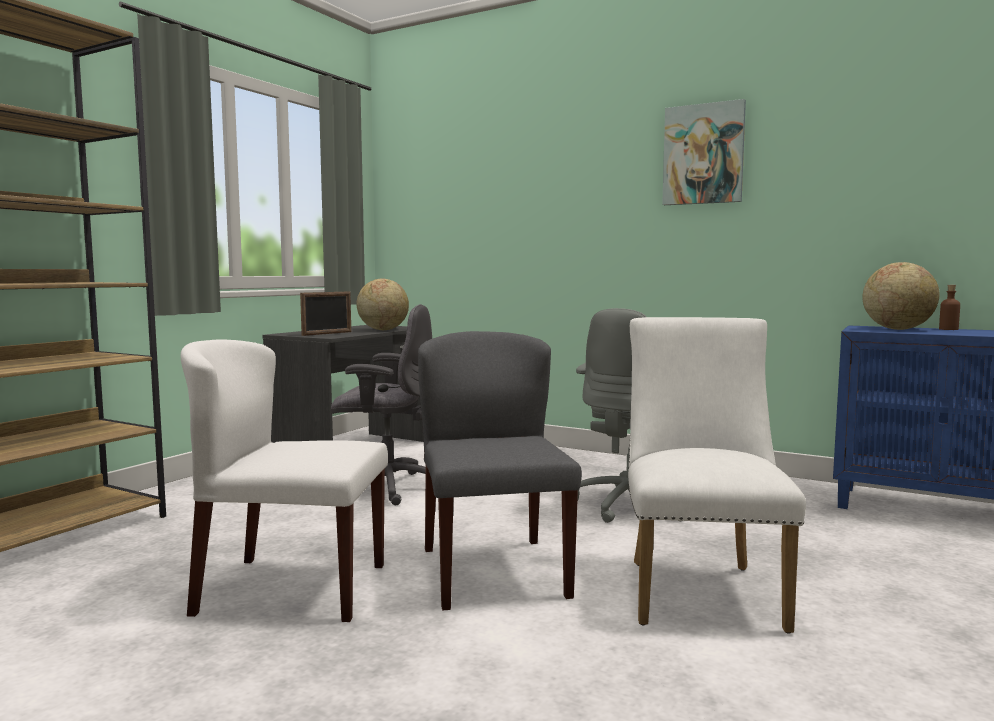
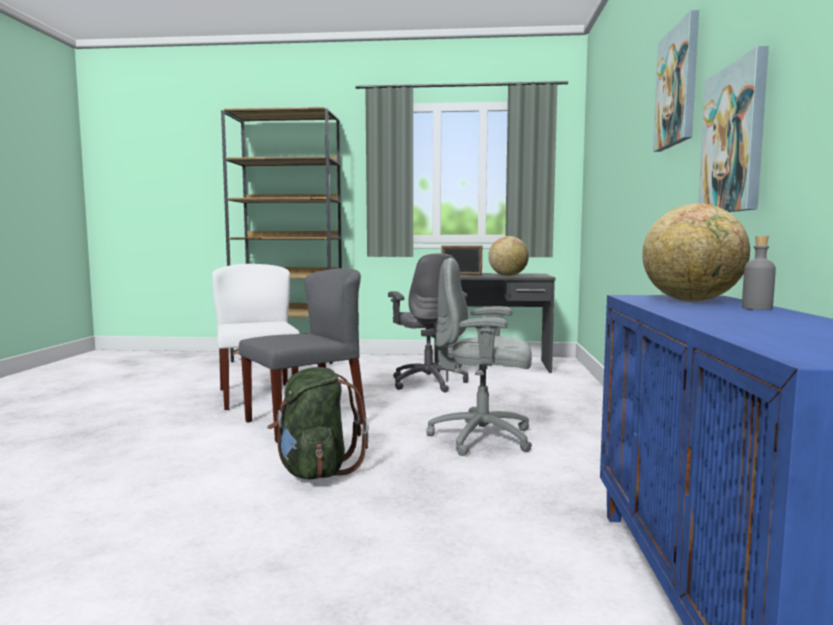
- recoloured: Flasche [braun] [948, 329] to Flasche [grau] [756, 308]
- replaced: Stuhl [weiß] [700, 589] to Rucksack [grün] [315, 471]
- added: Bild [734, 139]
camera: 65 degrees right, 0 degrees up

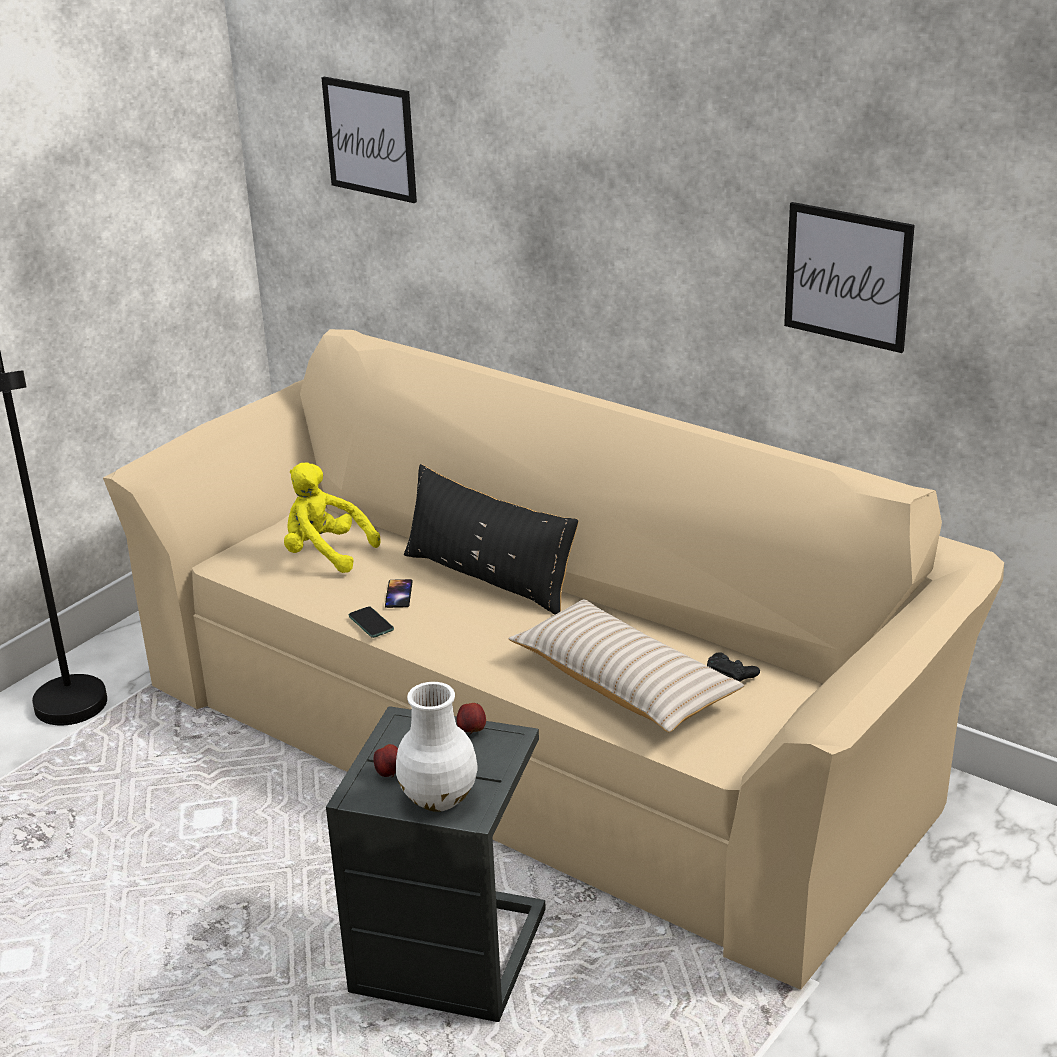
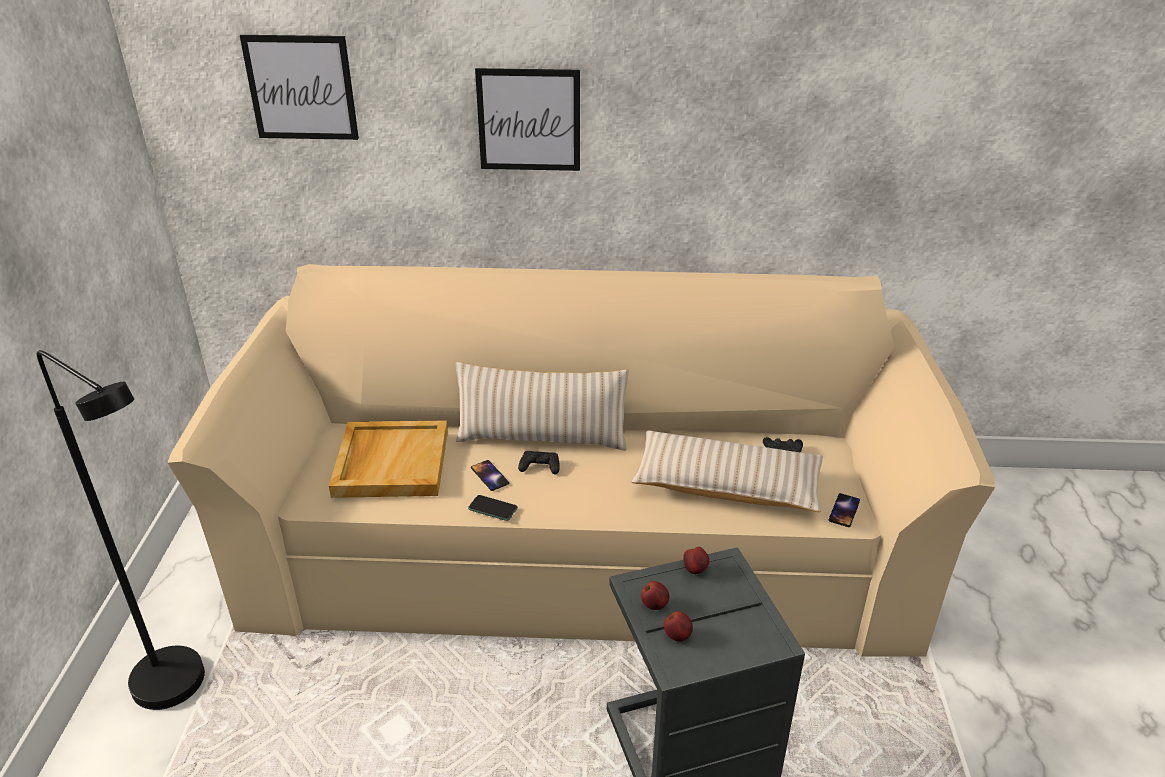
- moved: Bild [847, 276] to [529, 120]
- replaced: Plüschtier [gelb] [325, 553] to Tablett [beige] [391, 462]
- recoloured: Kissen [schwarz] [488, 578] to Kissen [beige] [542, 438]
- removed: Vase [weiß] [438, 798]
- added: Gamepad [schwarz] [540, 466]
- added: Handy [844, 510]
- added: Apfel [654, 605]
camera: 35 degrees left, 5 degrees up

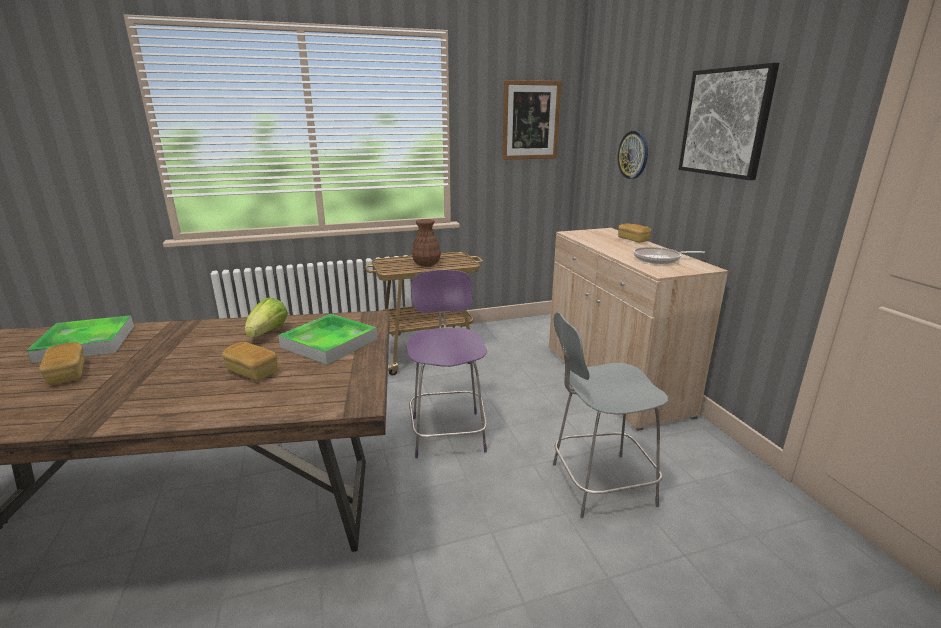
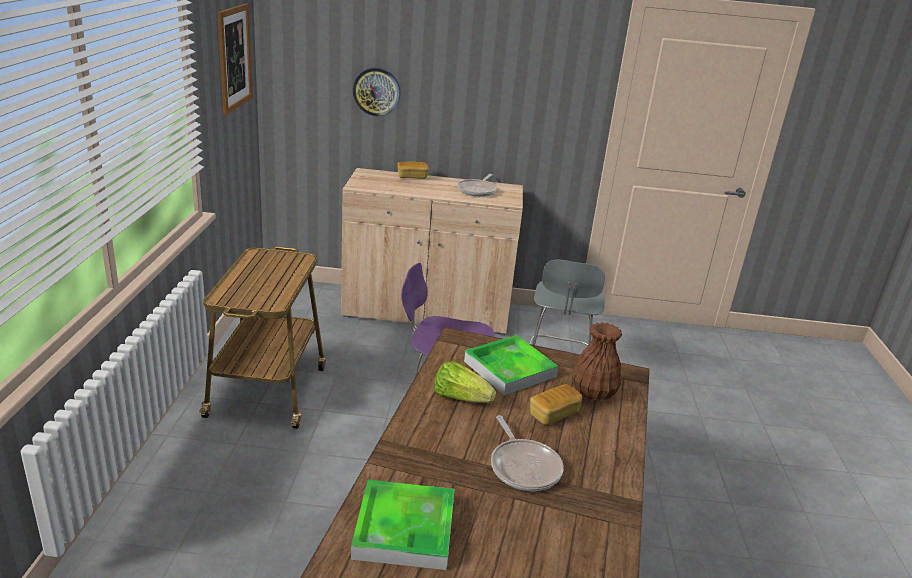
- removed: Bild [725, 122]
- moved: Vase [braun] [426, 264] to [593, 393]
- removed: Brot [67, 374]
- added: Pfanne [524, 466]
camera: 70 degrees left, 5 degrees up

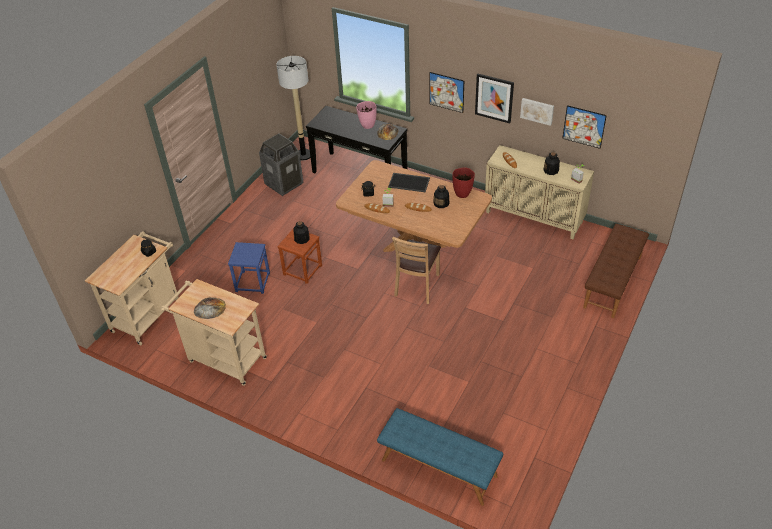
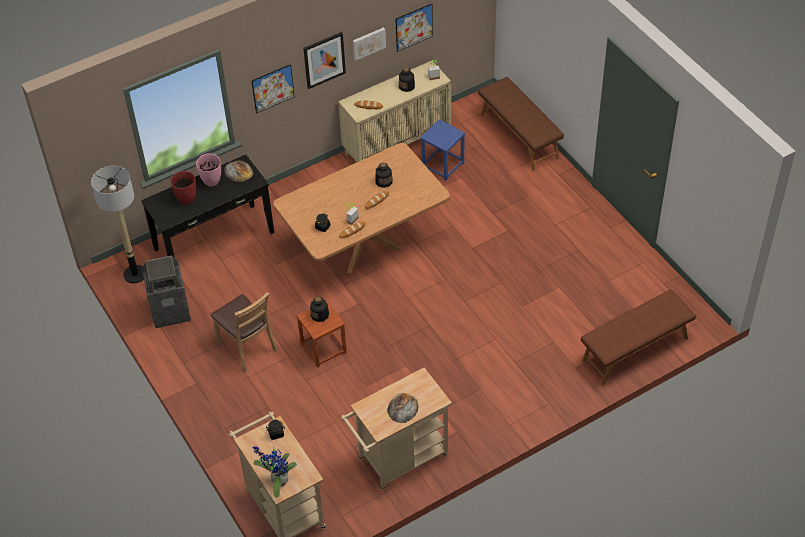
- moved: Vase [rot] [462, 193] to [186, 199]
- removed: Tablett [409, 182]
- moved: Stuhl [braun] [417, 286] to [247, 347]
- moved: Hocker [blau] [252, 282] to [442, 165]
- recoloured: Bank [blau] [438, 468] to Bank [braun] [635, 350]
- added: Topfpflanze [277, 480]
camera: 60 degrees left, 5 degrees up

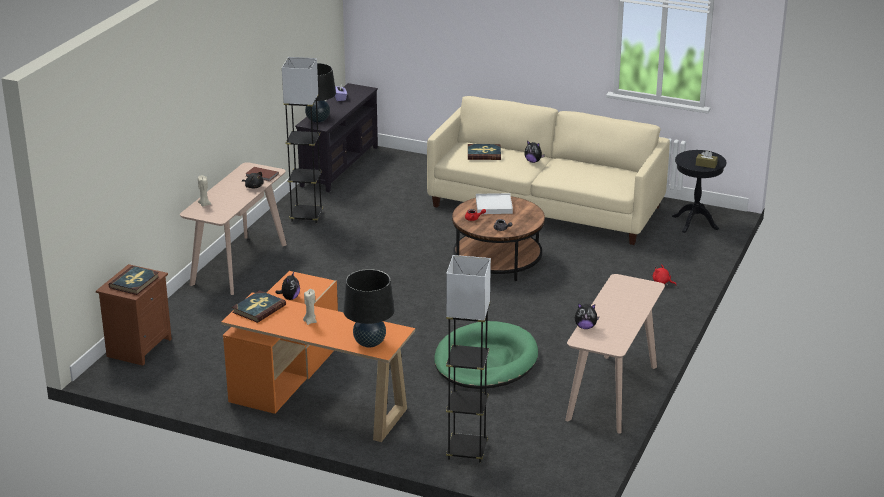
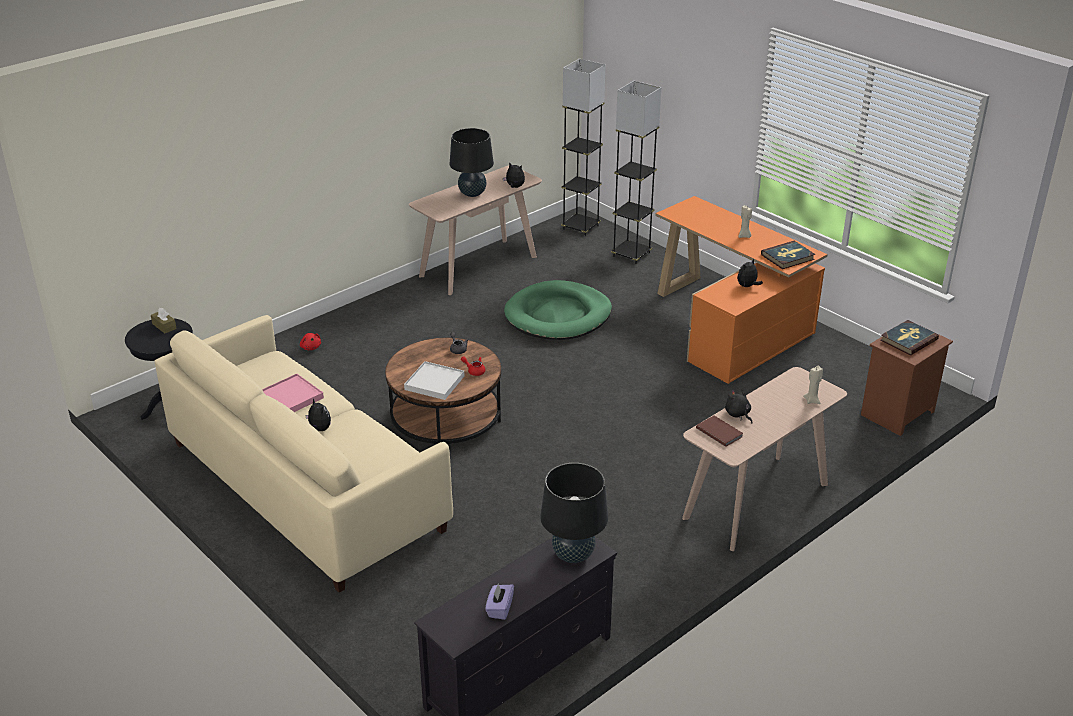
- moved: Stehlampe [grau] [306, 217] to [580, 227]
- removed: Buch [484, 154]
- moved: Tischlampe [schwarz] [369, 343] to [472, 194]
- added: Tablett [rosa] [291, 397]
camera: 155 degrees left, 5 degrees up

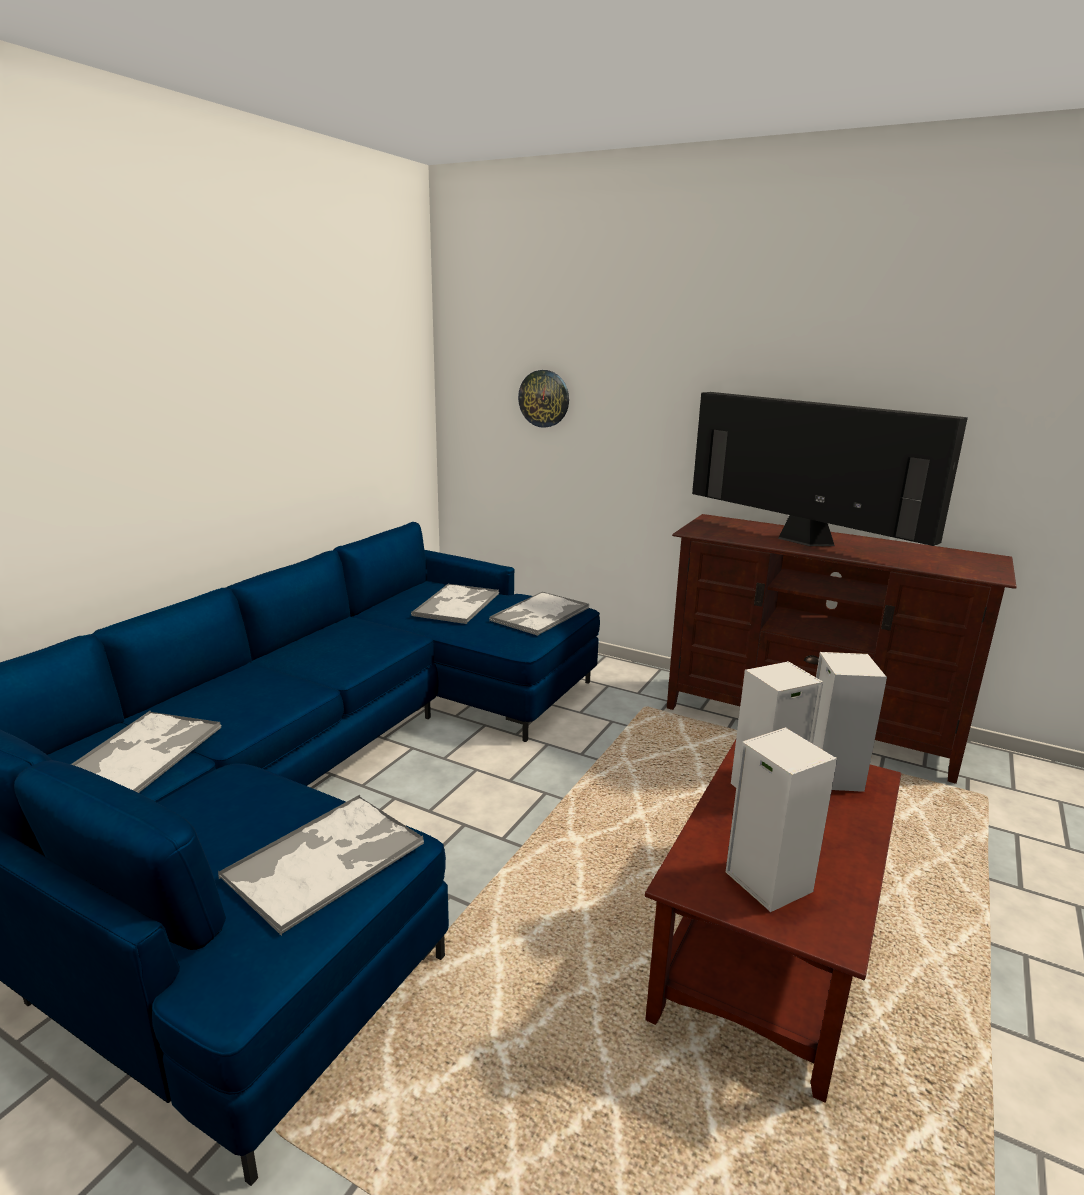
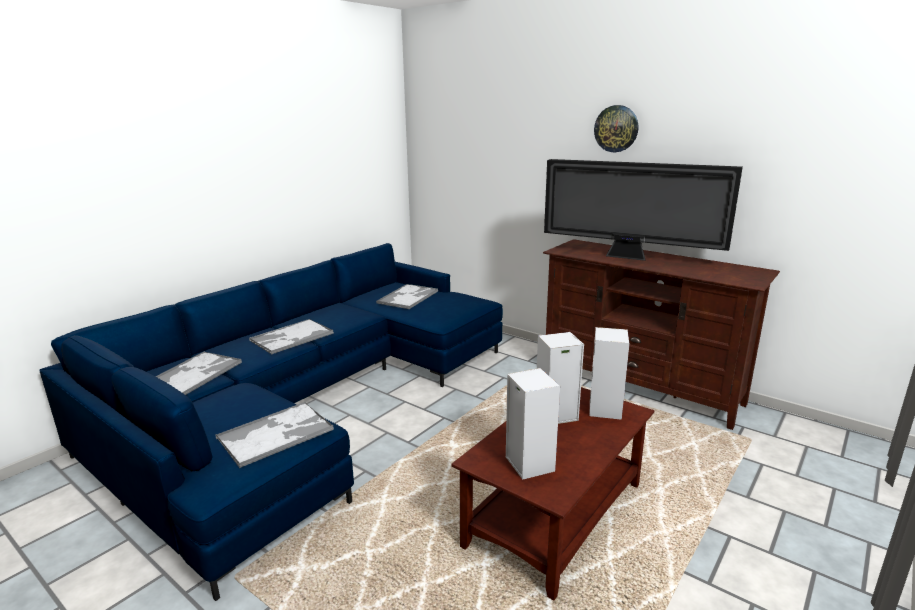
- moved: Wanduhr [544, 398] to [616, 128]
- turned: Fernseher [800, 540] = [629, 257] 150 degrees clockwise
- moved: Tablett [539, 615] to [291, 337]
camera: 10 degrees right, 0 degrees up

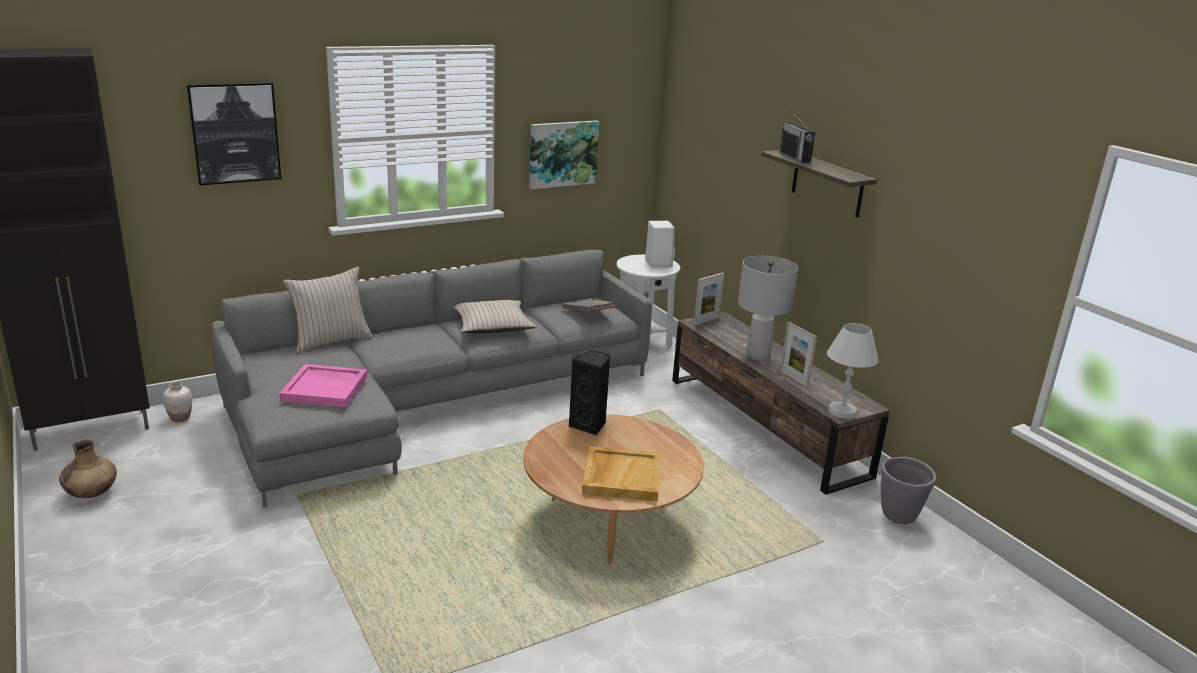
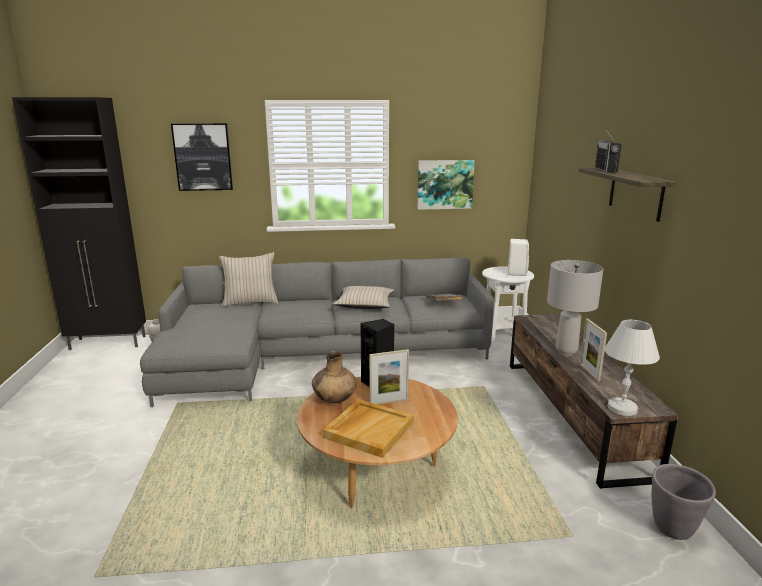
- moved: Bilderrahmen [706, 321] to [389, 402]
- removed: Tablett [rosa] [325, 388]
- moved: Vase [braun] [91, 493] to [334, 399]
camera: 25 degrees right, 5 degrees down

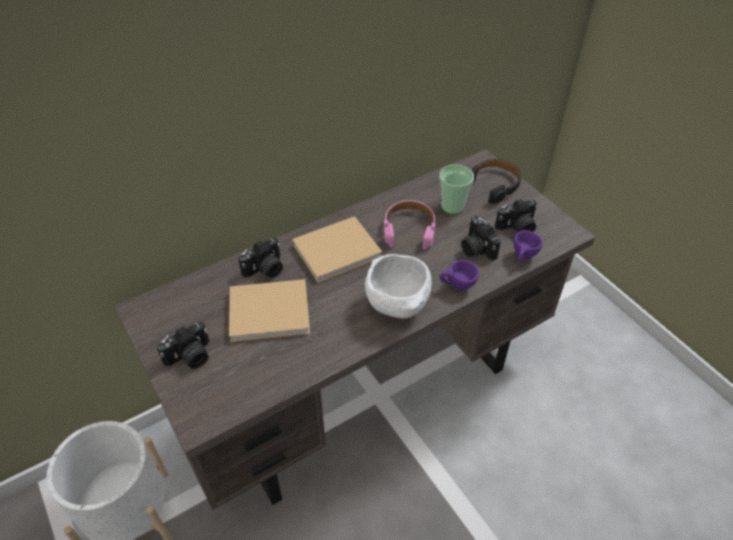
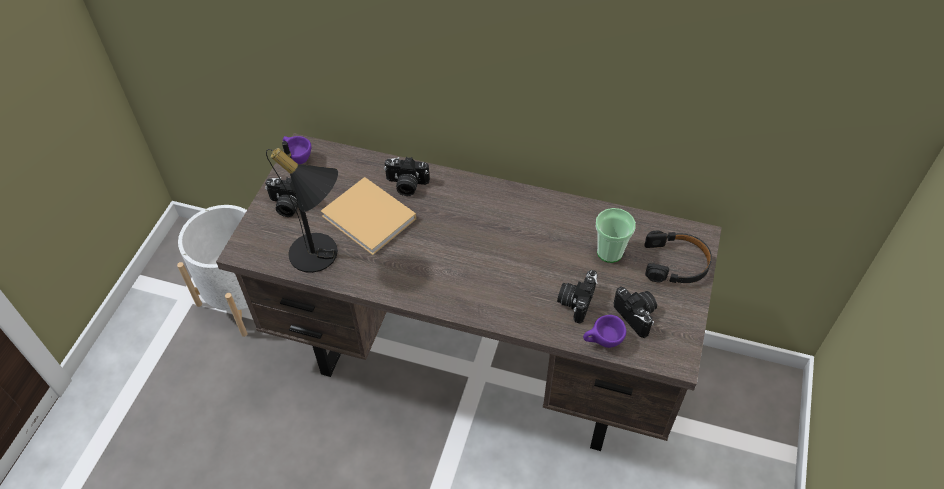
- turned: Kamera [517, 228] = [637, 315] 150 degrees counterclockwise
- removed: Kopfhörer [rosa] [409, 229]
- removed: Buch [beige] [339, 250]
- removed: Schüssel [weiß] [398, 306]
- moved: Tasse [lila] [457, 286] to [297, 159]
- added: Tischlampe [schwarz] [321, 257]
camera: 50 degrees right, 5 degrees up

